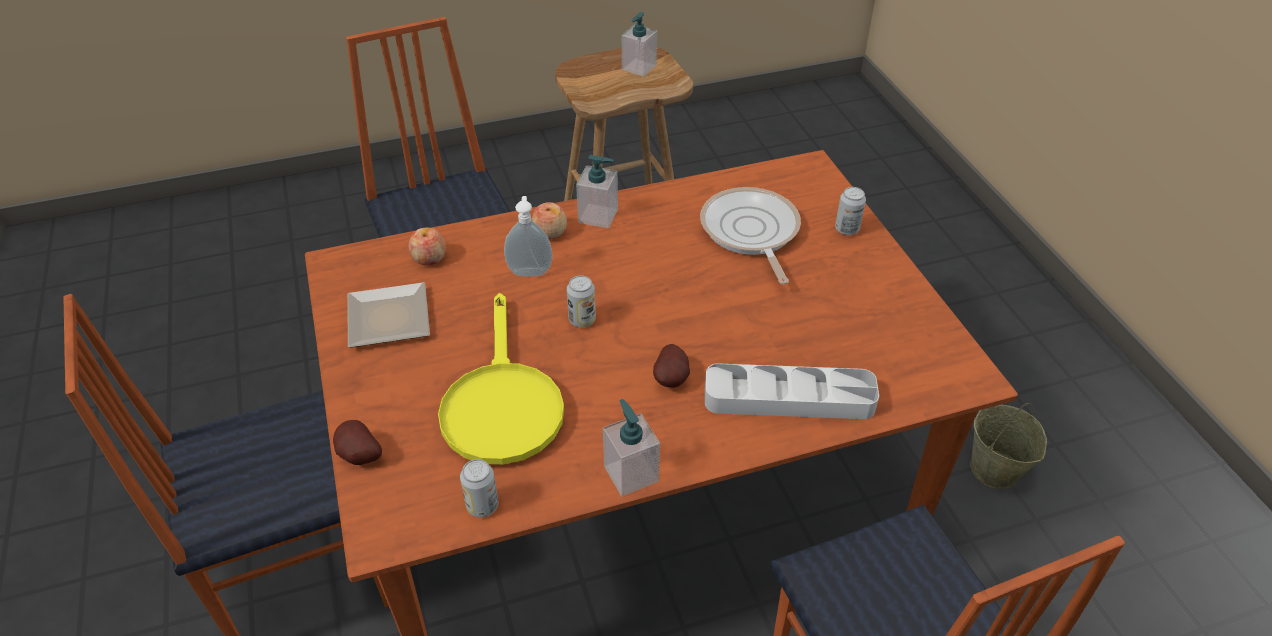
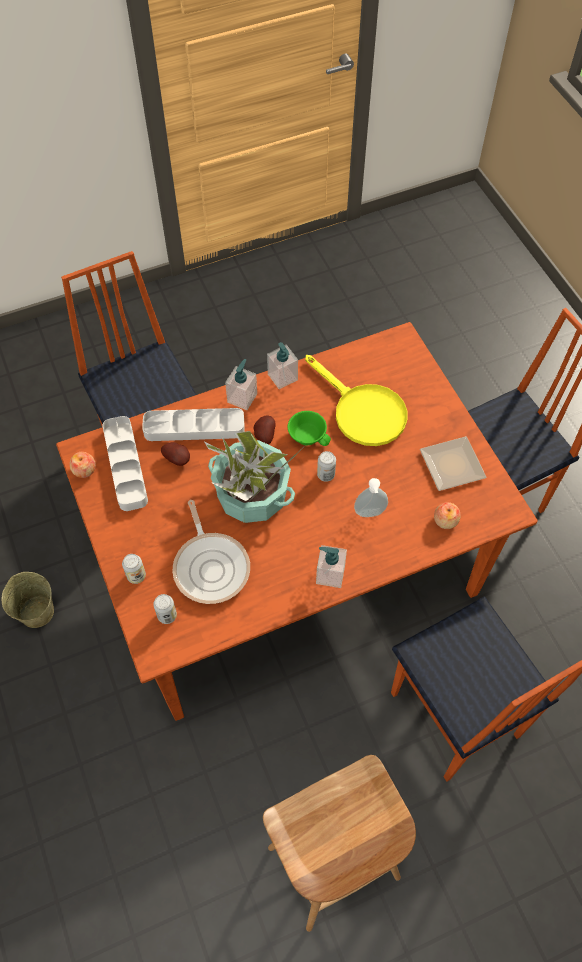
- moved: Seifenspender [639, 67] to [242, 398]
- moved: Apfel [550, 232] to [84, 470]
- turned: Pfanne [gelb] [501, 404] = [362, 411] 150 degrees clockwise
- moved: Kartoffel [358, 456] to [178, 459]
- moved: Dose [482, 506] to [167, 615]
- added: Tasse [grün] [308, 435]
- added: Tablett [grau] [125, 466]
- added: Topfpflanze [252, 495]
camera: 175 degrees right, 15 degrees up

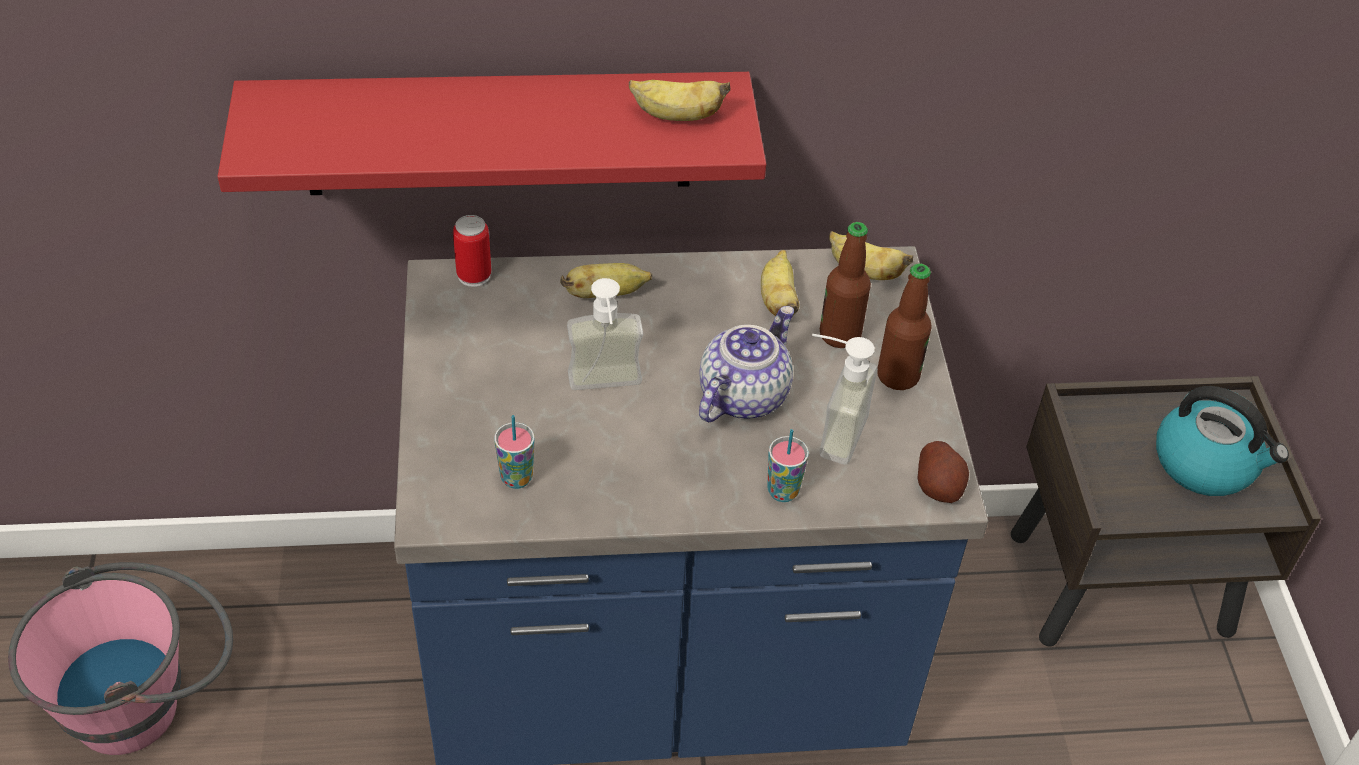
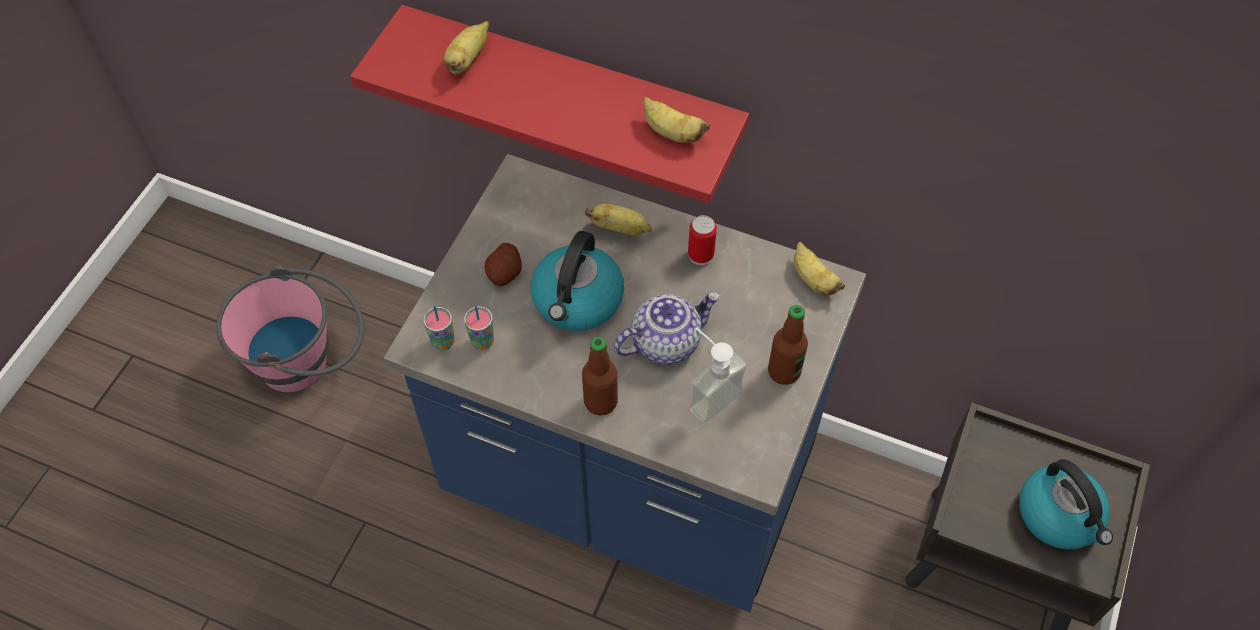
- moved: Dose [474, 275] to [700, 255]
- moved: Flasche [840, 335] to [600, 402]
- moved: Banane [778, 300] to [467, 59]
- replaced: Seifenspender [606, 389] to Wasserkessel [577, 301]
- moved: Tasse [783, 492] to [443, 342]
- moved: Kartoffel [939, 486] to [504, 273]
camera: 30 degrees right, 10 degrees up

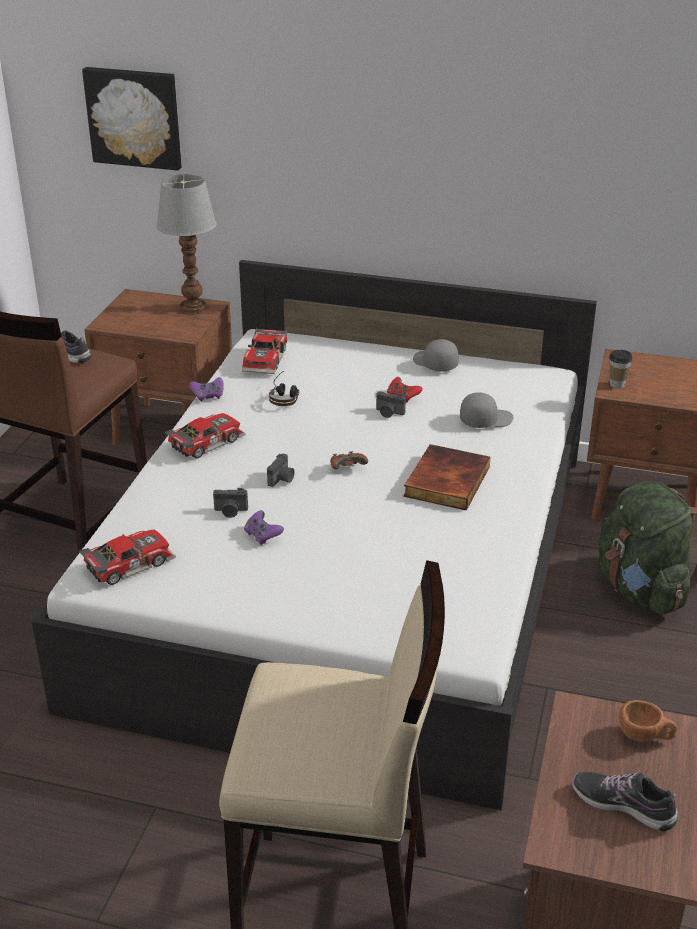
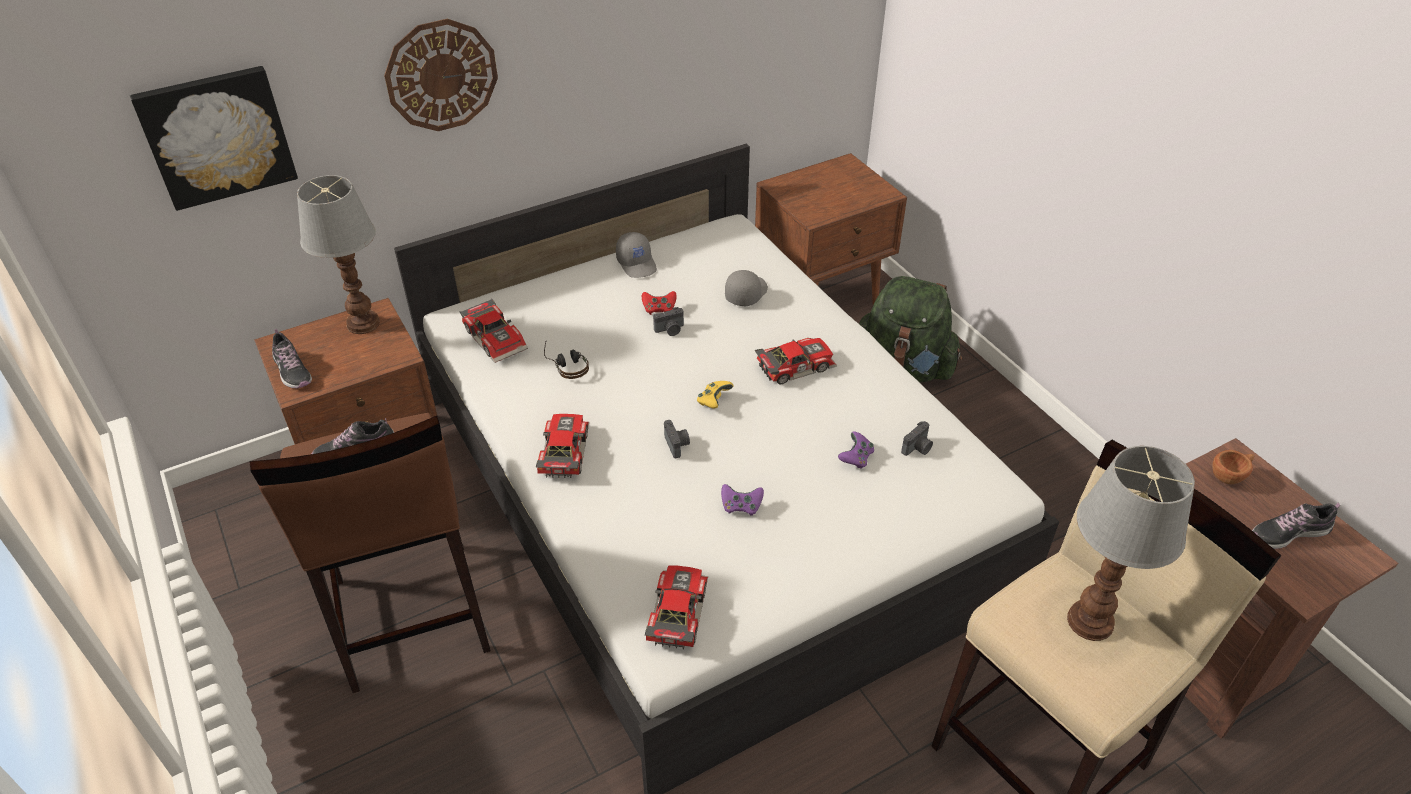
- turned: Kappe [grau] [434, 363] = [637, 263] 120 degrees counterclockwise
- removed: Tasse [617, 384]
- moved: Gamepad [lila] [208, 396] to [856, 458]
- replaced: Buch [445, 481] to Spielzeugauto [794, 365]
- recoloured: Gamepad [braun] [347, 468] to Gamepad [gelb] [713, 401]
- moved: Kamera [230, 511] to [918, 448]
- added: Wanduhr [441, 75]
- added: Schuh [292, 370]
- added: Tischlampe [1088, 620]
camera: 45 degrees left, 10 degrees up

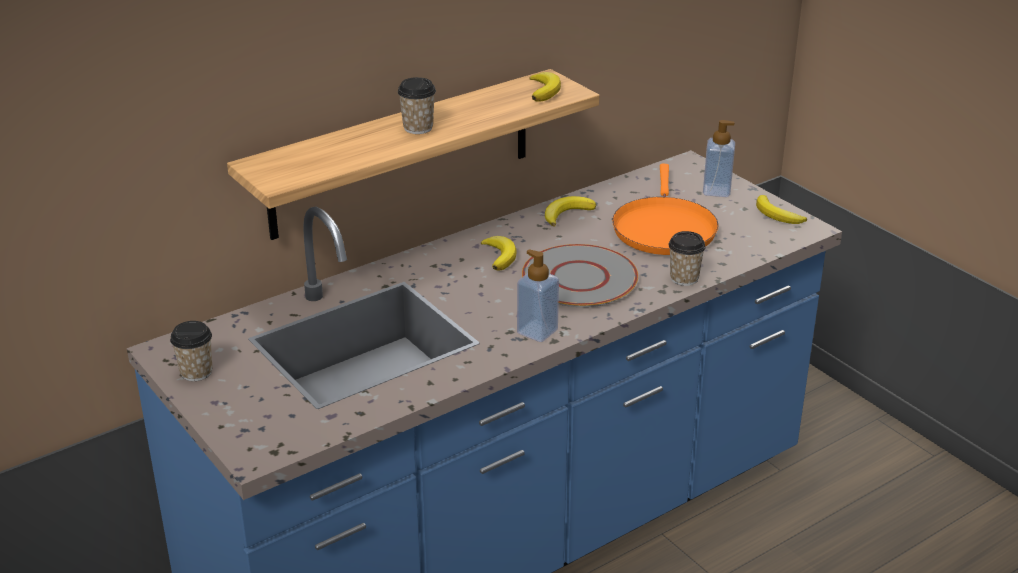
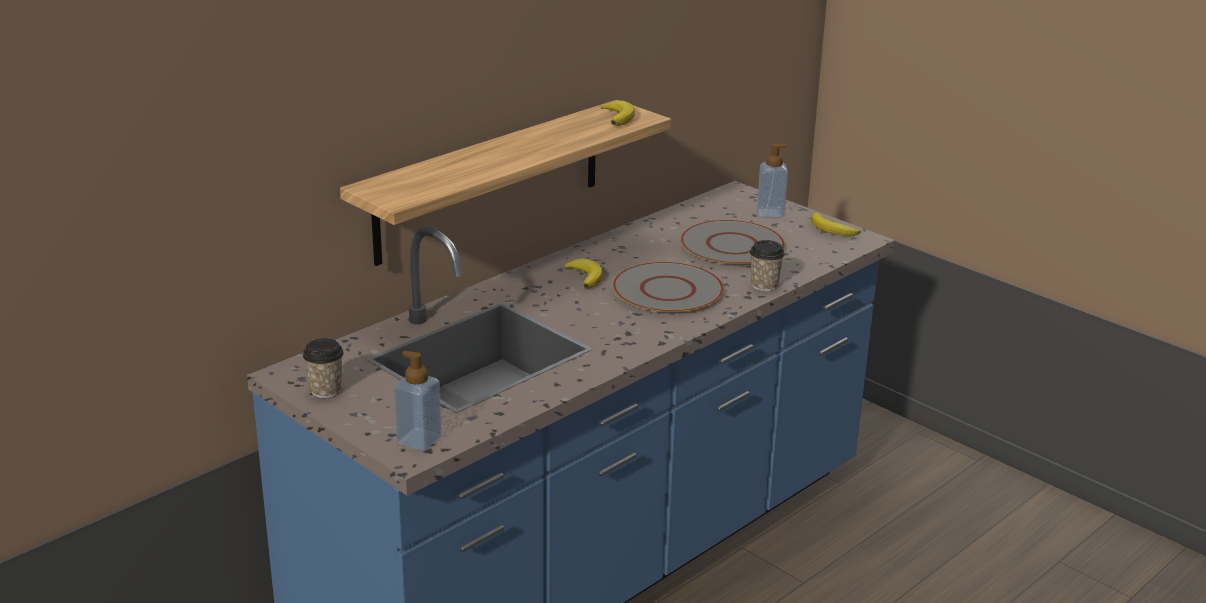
- removed: Tasse [418, 128]
- replaced: Pfanne [orange] [663, 228] to Teller [grau] [731, 246]
- removed: Banane [567, 214]
- moved: Seifenspender [537, 331] to [419, 440]
camera: 10 degrees left, 5 degrees down

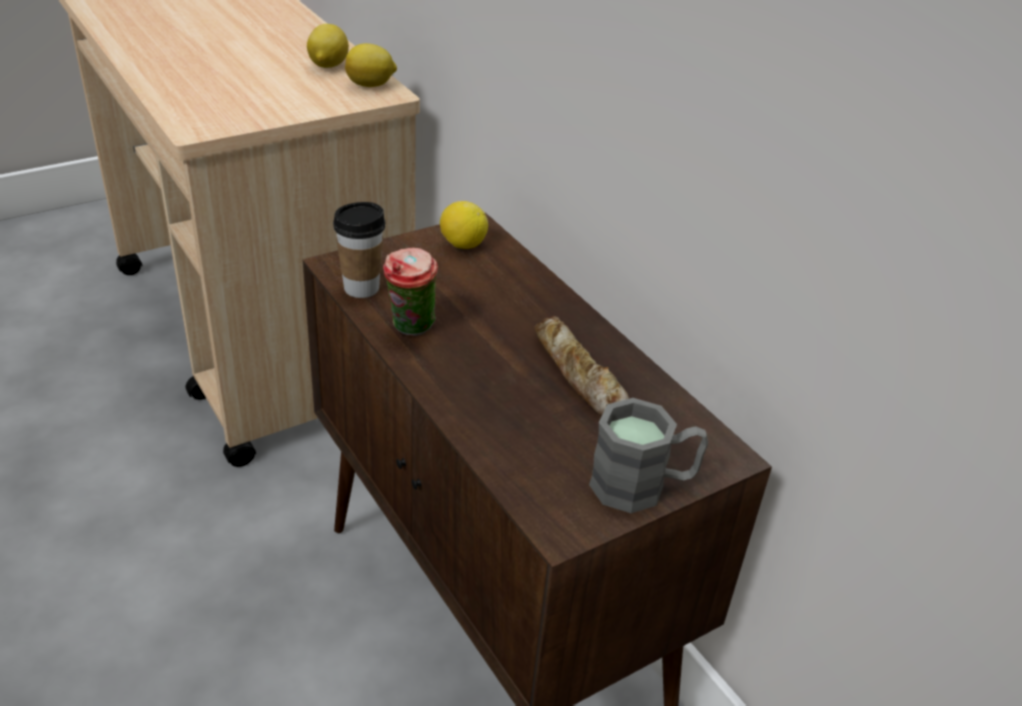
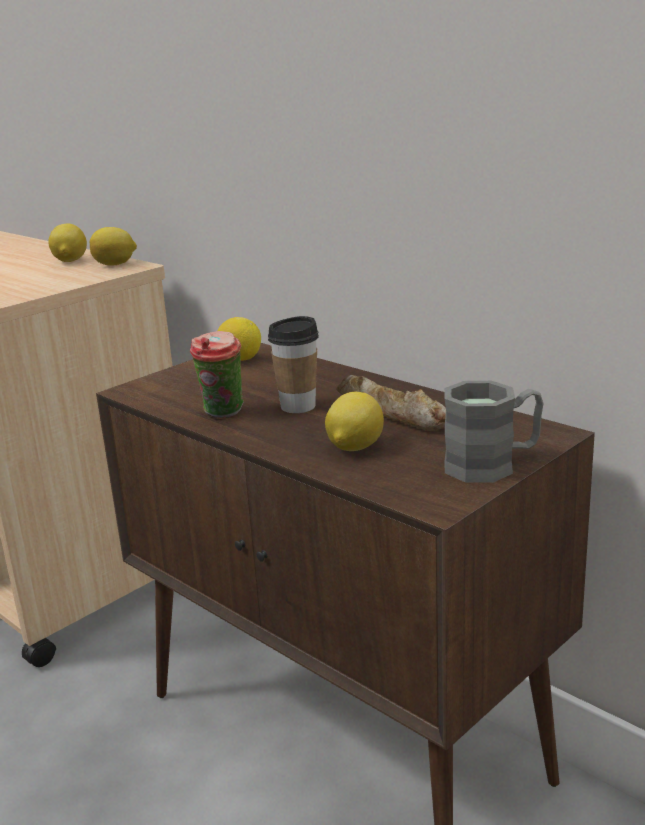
- moved: Tasse [361, 288] to [298, 406]
- added: Zitrone [354, 447]
camera: 10 degrees left, 15 degrees down

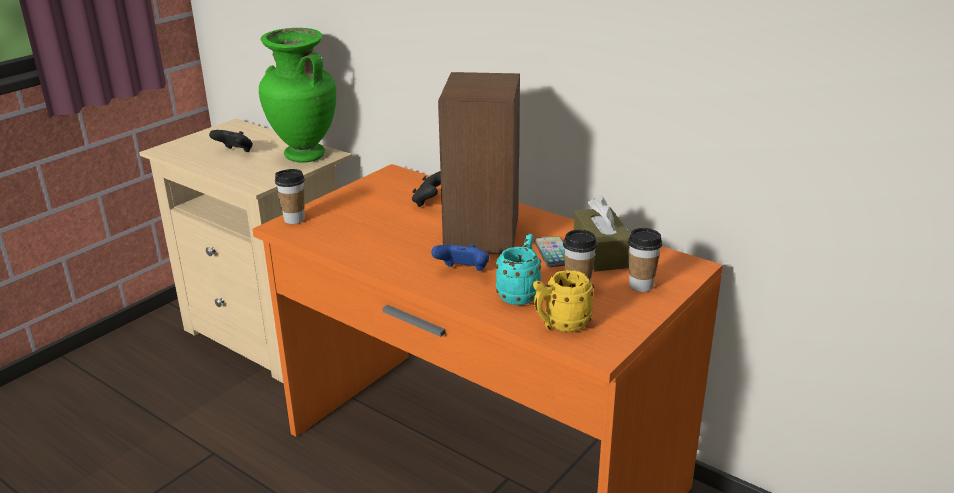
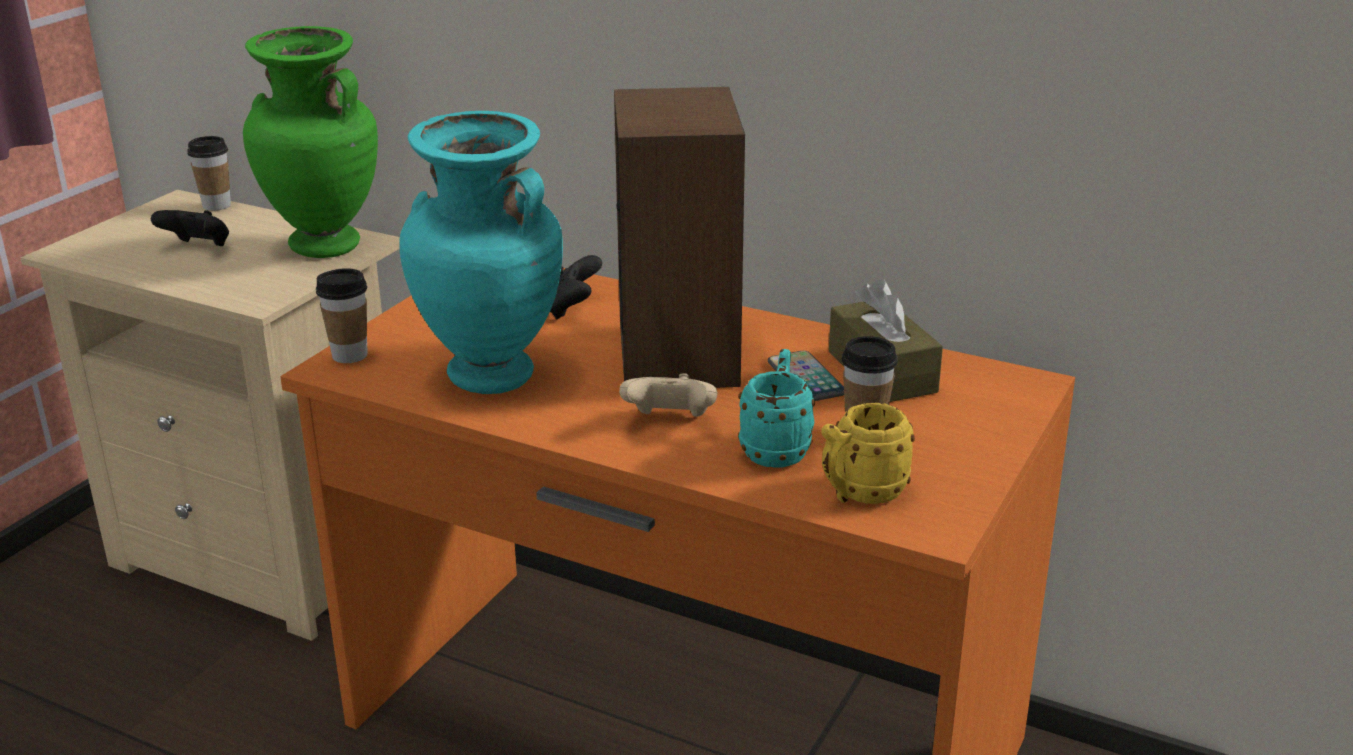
- moved: Tasse [641, 286] to [216, 205]
- recoloured: Gamepad [blau] [463, 272] to Gamepad [beige] [670, 422]
- added: Vase [türkis] [490, 378]
camera: 10 degrees left, 0 degrees up

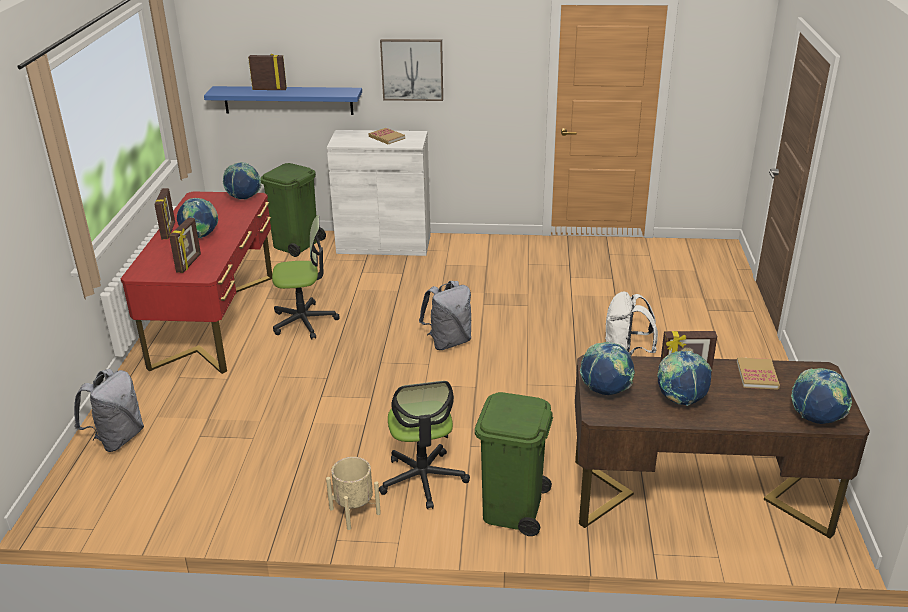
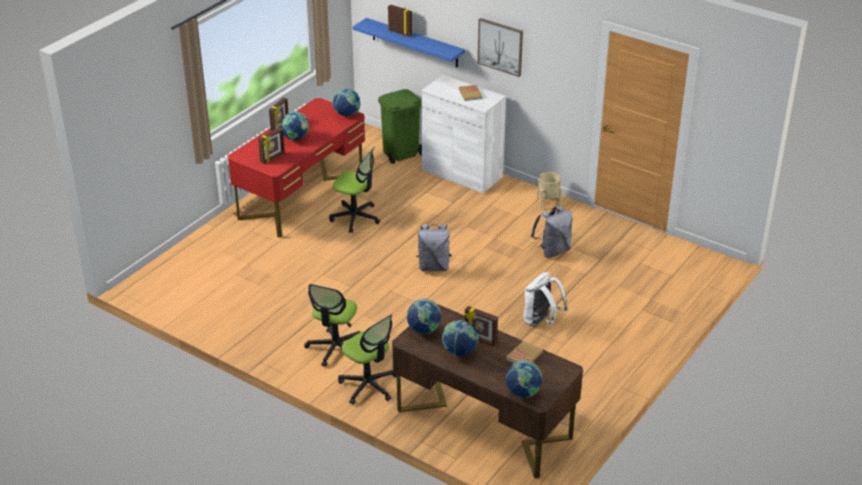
- moved: Rucksack [grau] [117, 438] to [553, 251]
- replaced: Mülleimer [grün] [512, 509] to Bürostuhl [368, 385]
- moved: Pflanzkübel [beige] [355, 511] to [548, 203]
camera: 30 degrees right, 5 degrees up

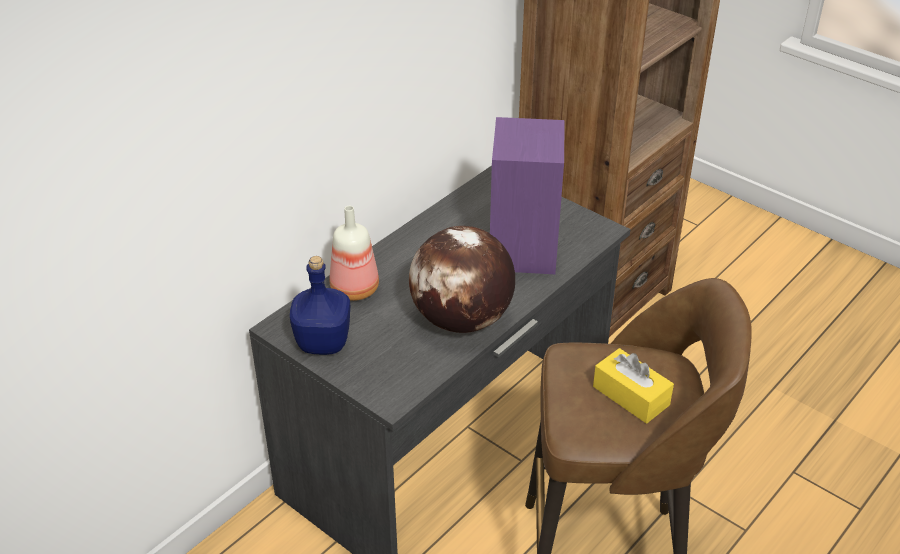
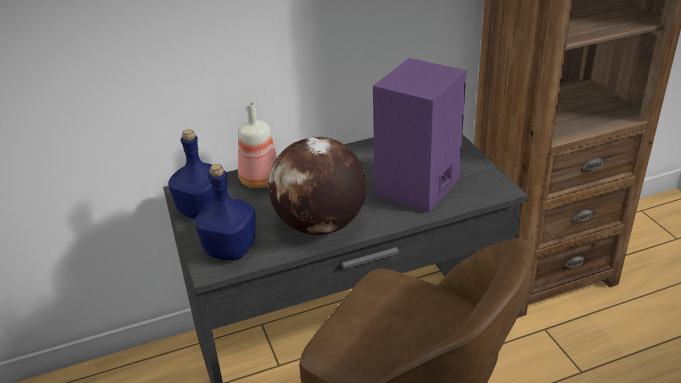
- removed: Taschentuchbox [gelb] [631, 396]
- added: Flasche [blau] [231, 249]
camera: 30 degrees right, 5 degrees down

